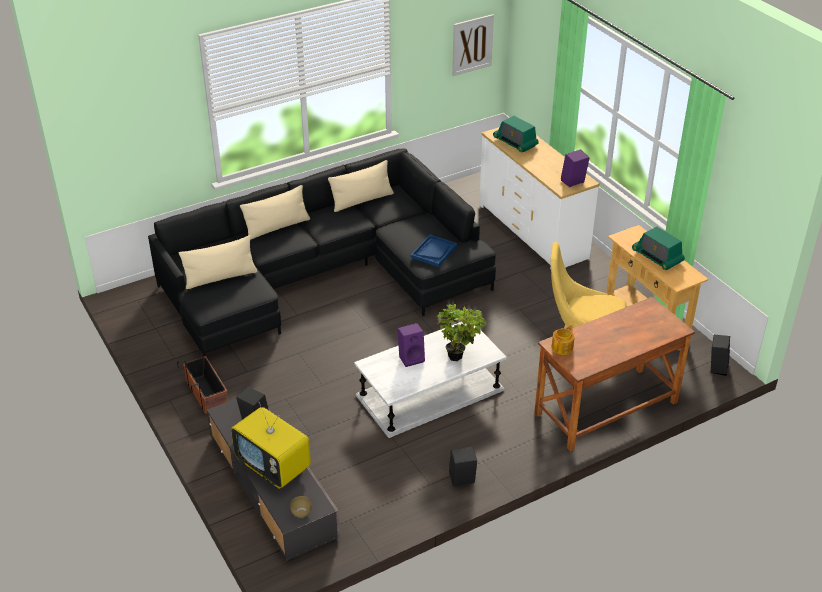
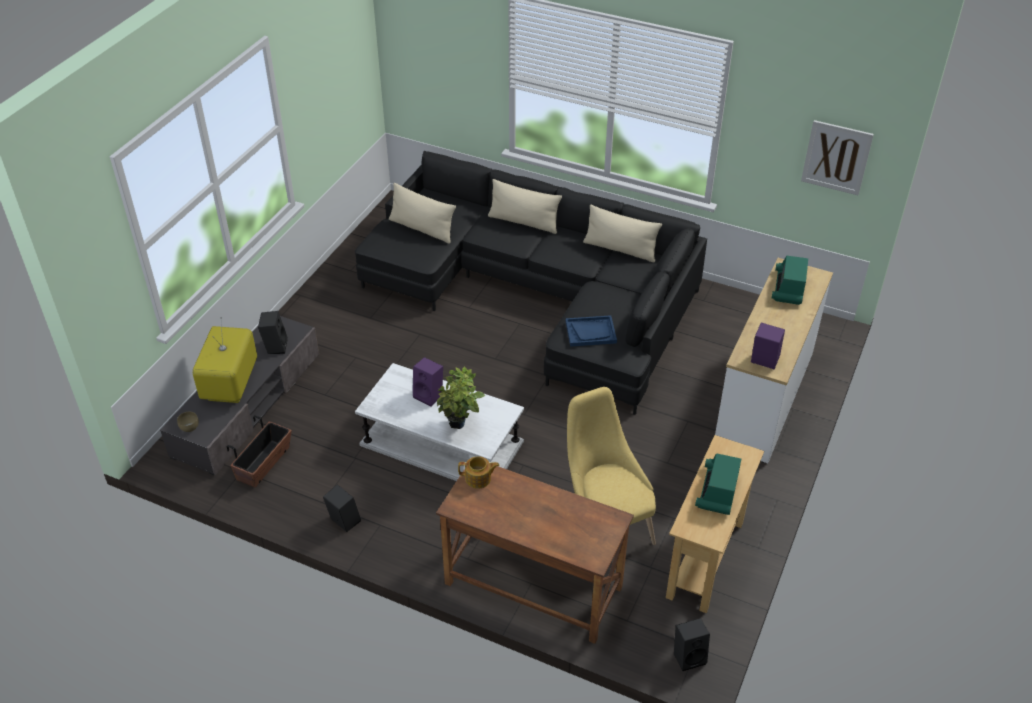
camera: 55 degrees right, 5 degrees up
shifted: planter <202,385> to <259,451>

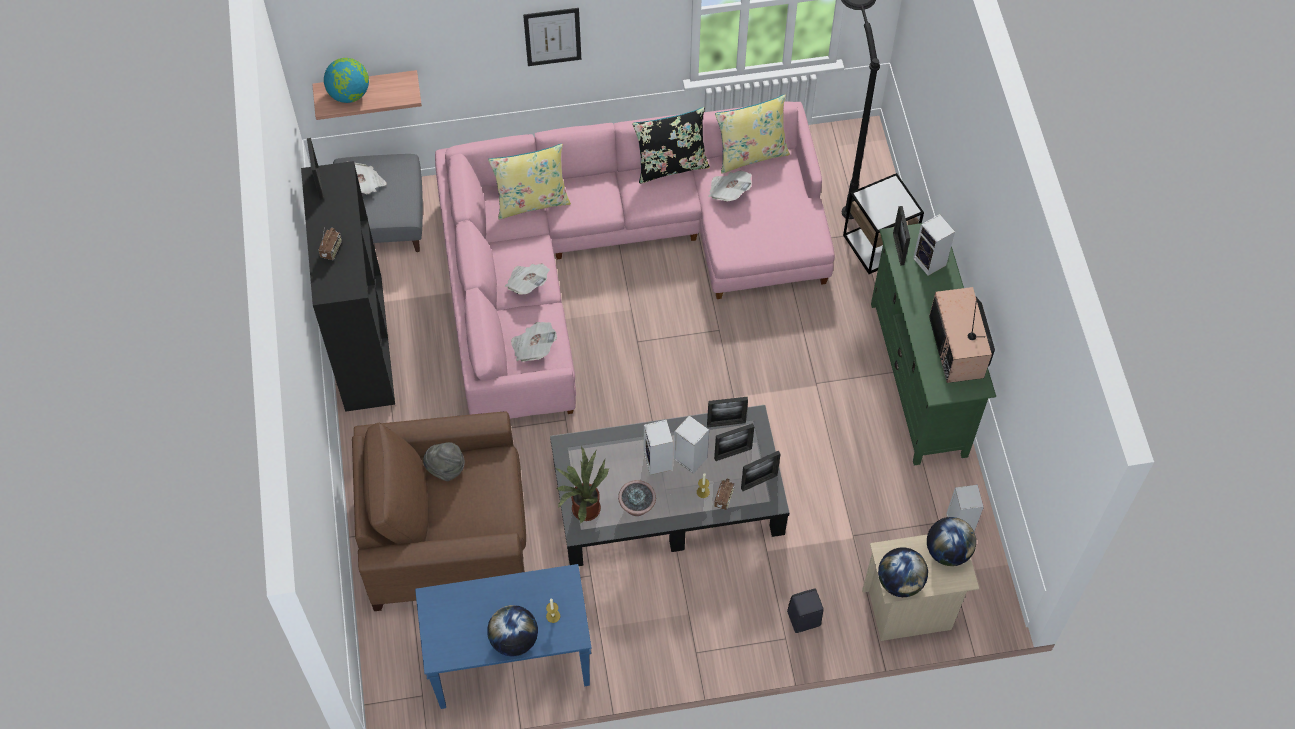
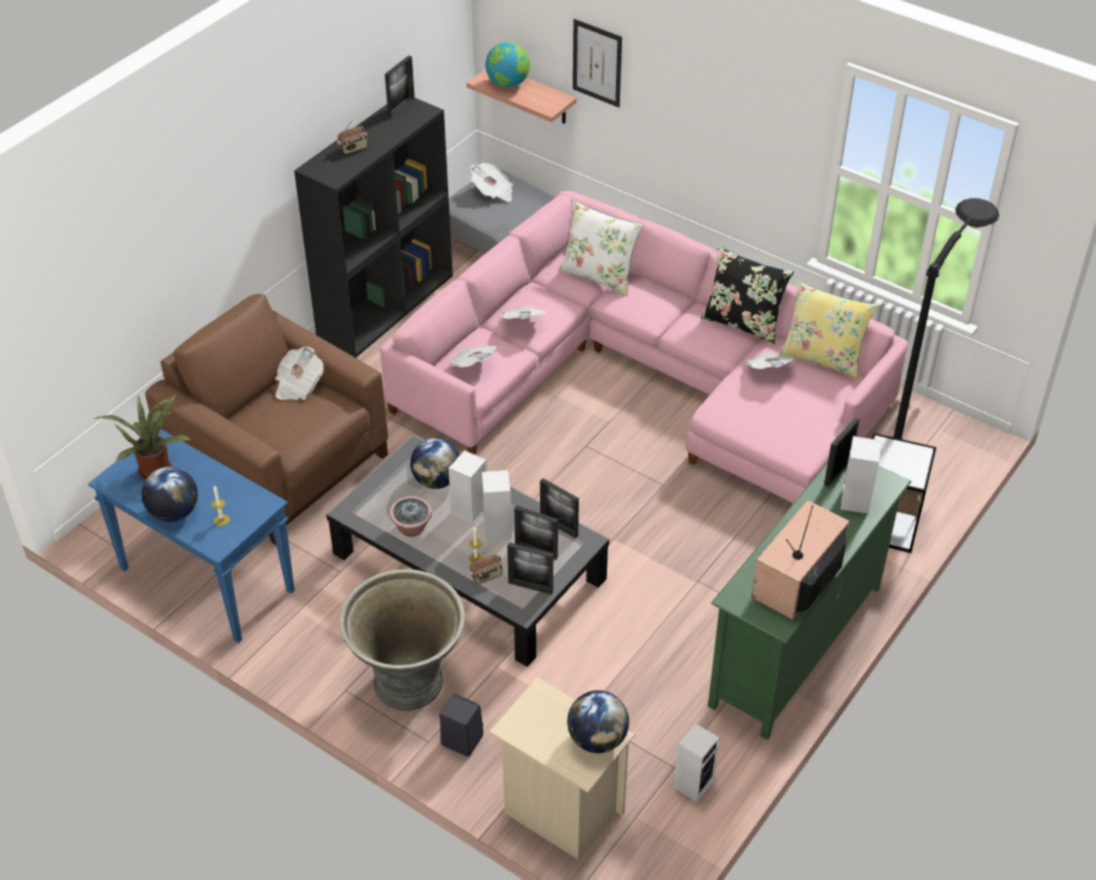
camera: 45 degrees right, 15 degrees down
new: grey planter <402,640>
shifted: picture <552,37> to <597,63>; potted plant <582,485> to <142,437>; globe <903,572> to <435,463>
swapped: grey hat <444,461> to newspaper <299,373>
repainted: yellow pillow <529,181> to white pillow <601,248>

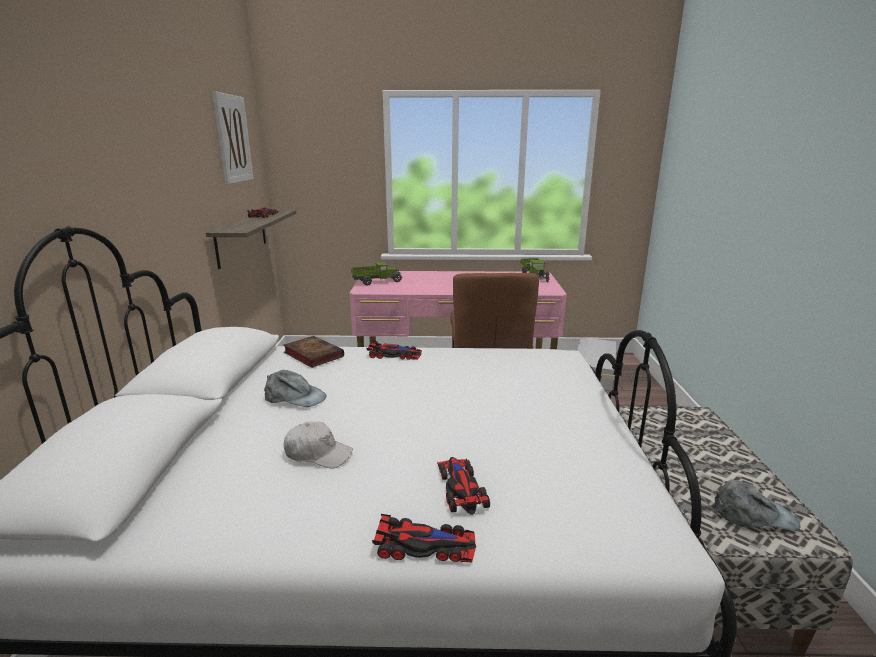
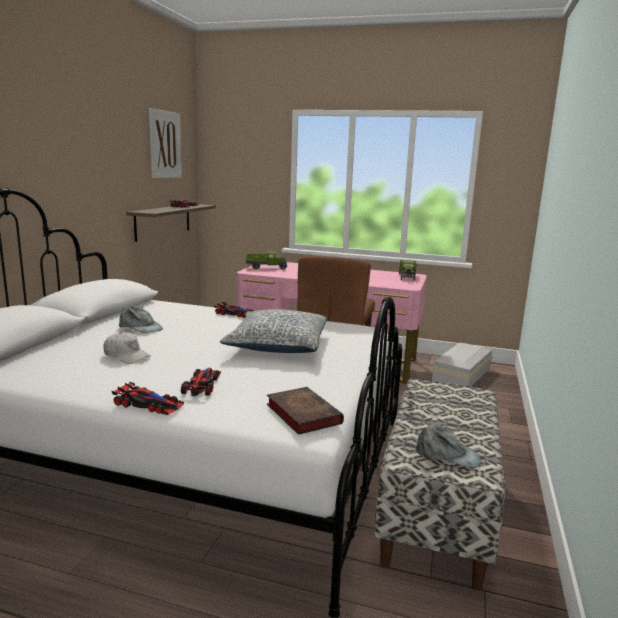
camera: 15 degrees right, 5 degrees down
new: pillow <273,331>
shifted: book <313,352> to <305,411>

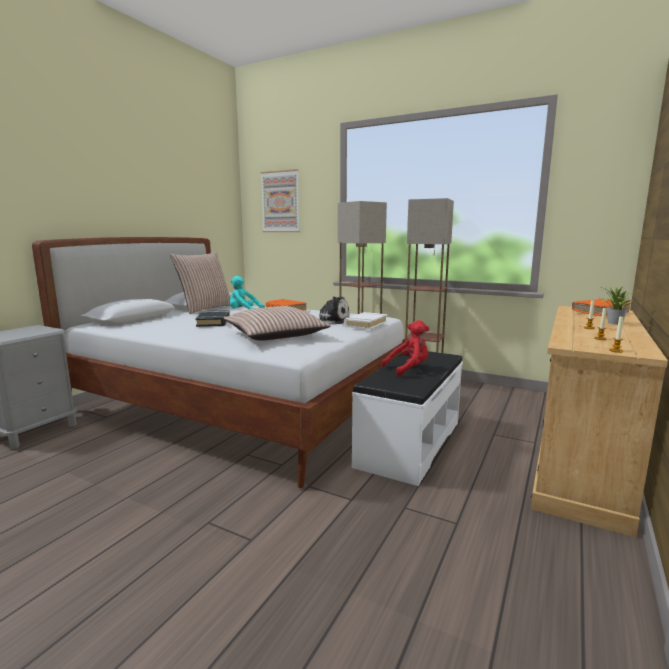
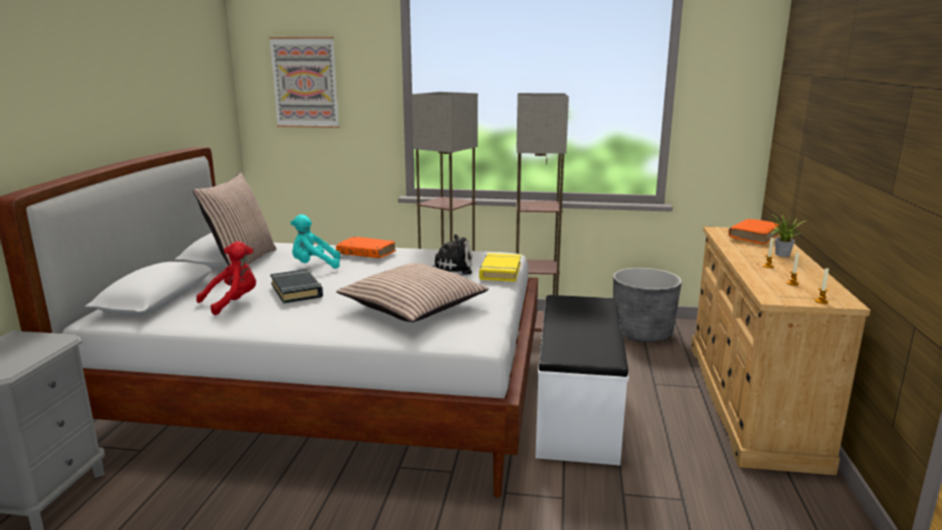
camera: 20 degrees left, 5 degrees up
new: grey planter <647,305>
shifted: red plush toy <406,348> to <226,278>
repainted: white book <365,321> to yellow book <500,267>

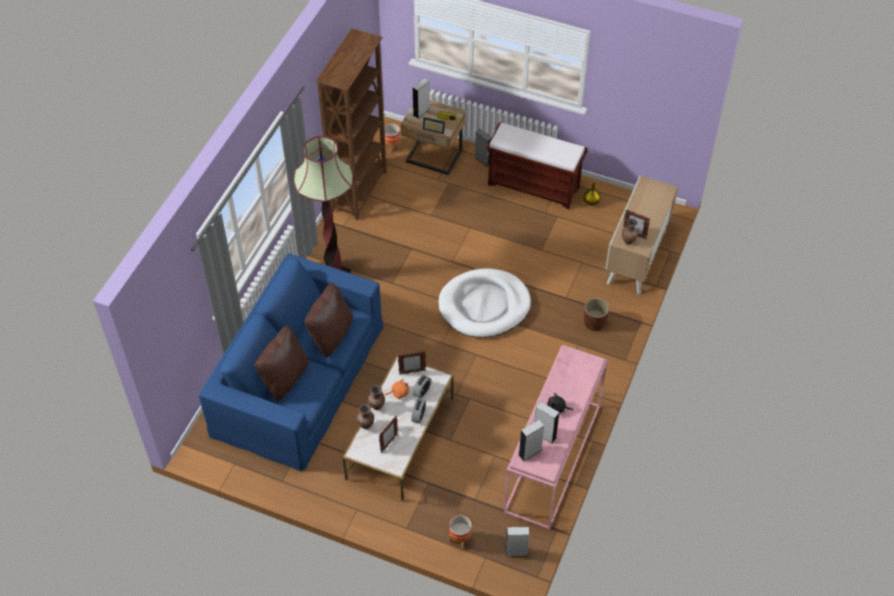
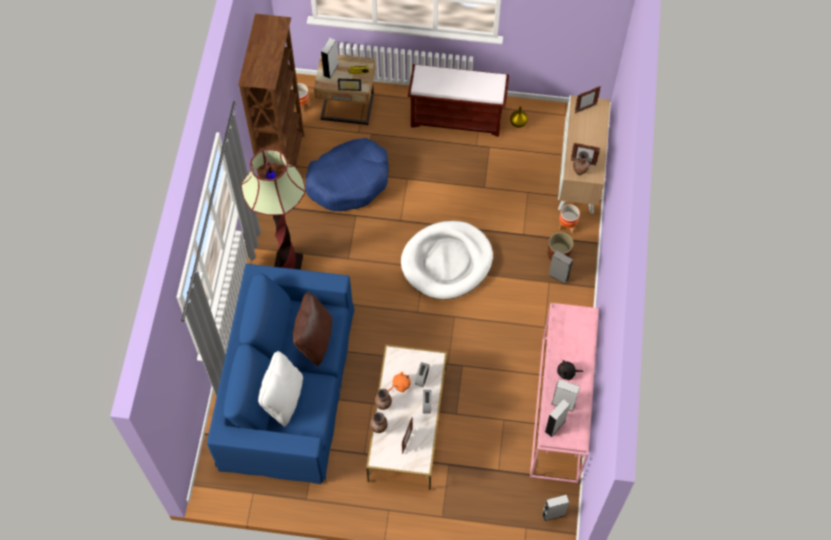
camera: 15 degrees left, 10 degrees up
new: blue dog bed <347,174>
shifted: grey speaker <483,148> to <560,267>; picture frame <412,363> to <588,99>; planter <460,532> to <569,219>
repainted: brown pillow <282,363> to white pillow <280,388>

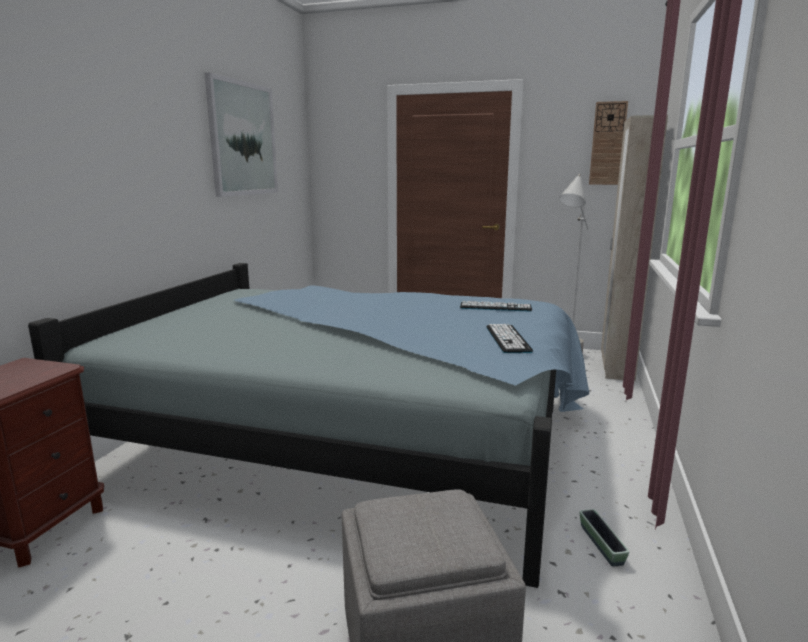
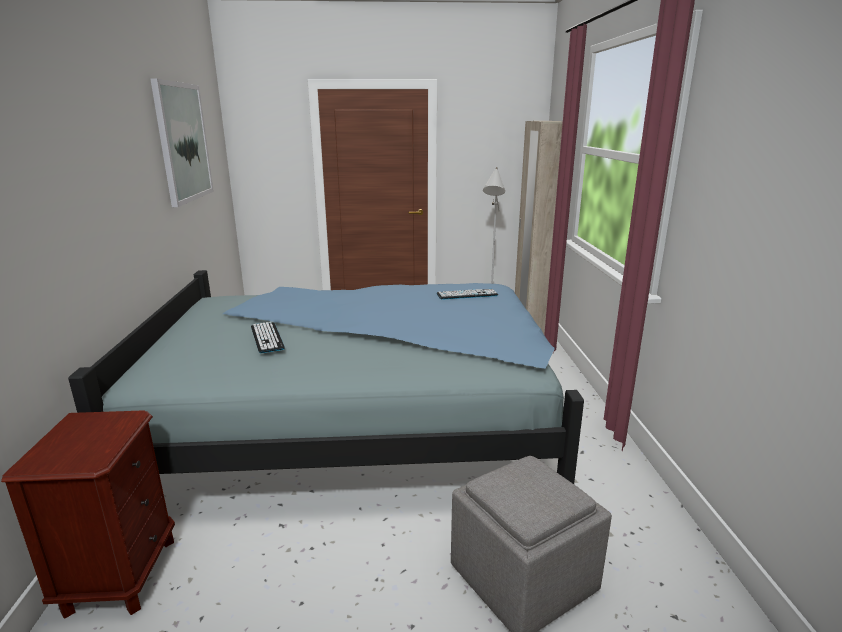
camera: 20 degrees left, 5 degrees up
gone: wall clock <608,143>; planter <604,538>
shifted: keyboard <509,338> to <268,337>

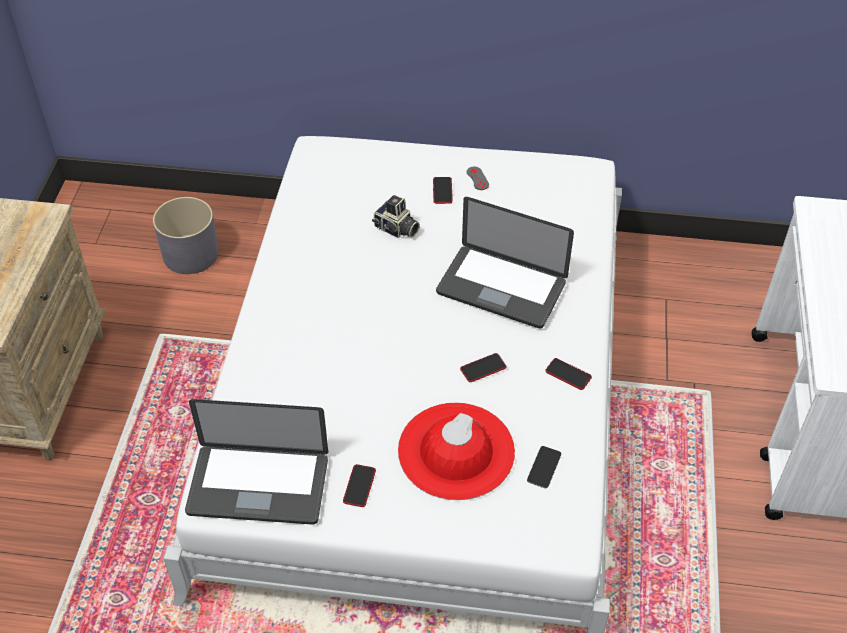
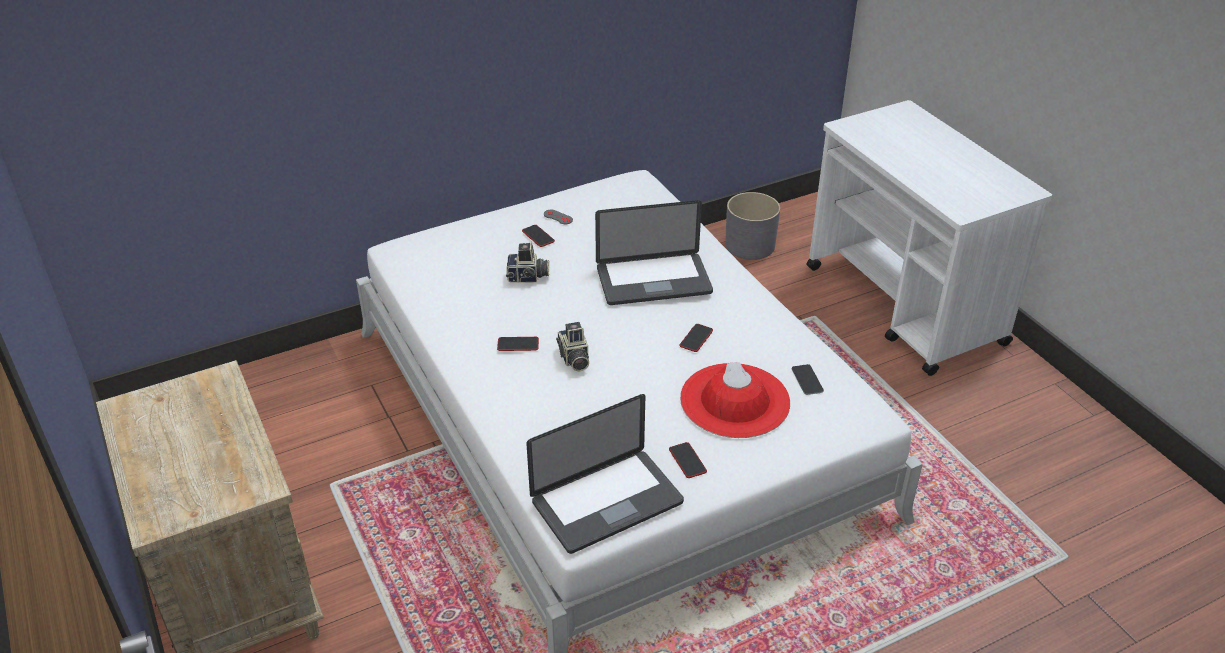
camera: 35 degrees left, 10 degrees down
new: photo camera <572,346>
shifted: grey planter <186,235> to <752,226>; phone <568,374> to <518,344>

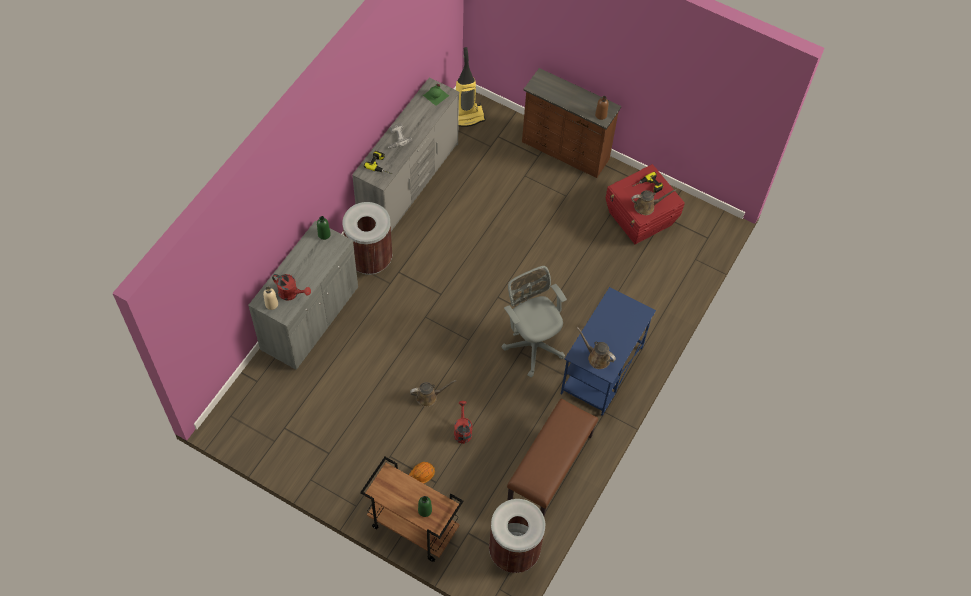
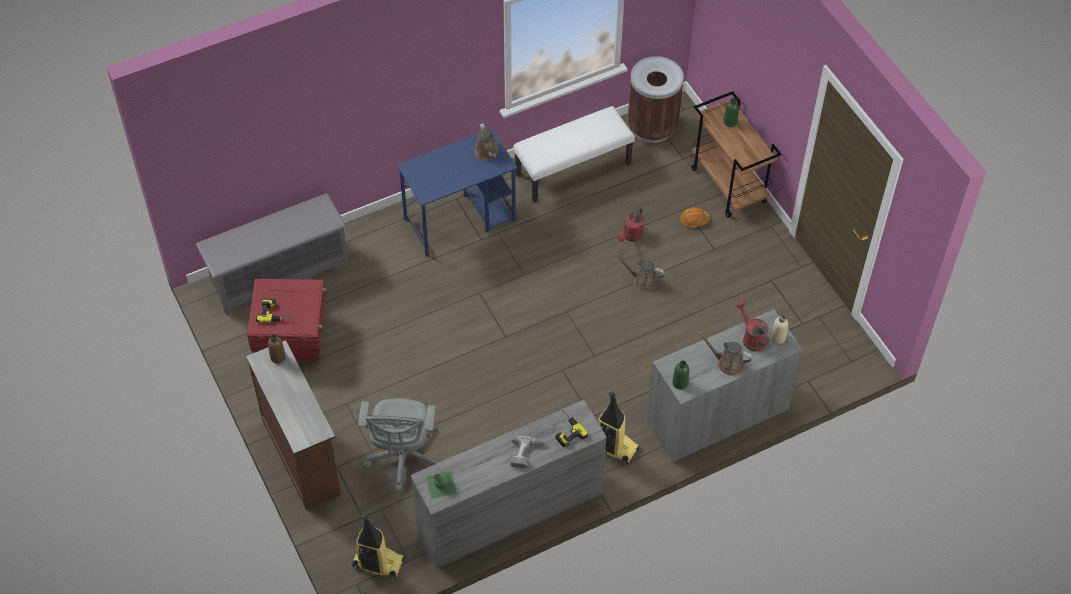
camera: 145 degrees left, 5 degrees down
new: grey shoe rack <272,253>
shifted: brown watering can <654,202> to <725,353>; grey office chair <534,322> to <398,445>
swapped: brown trash can <367,238> to vacuum cleaner <619,428>
repainted: brown bench <552,457> to white bench <574,154>

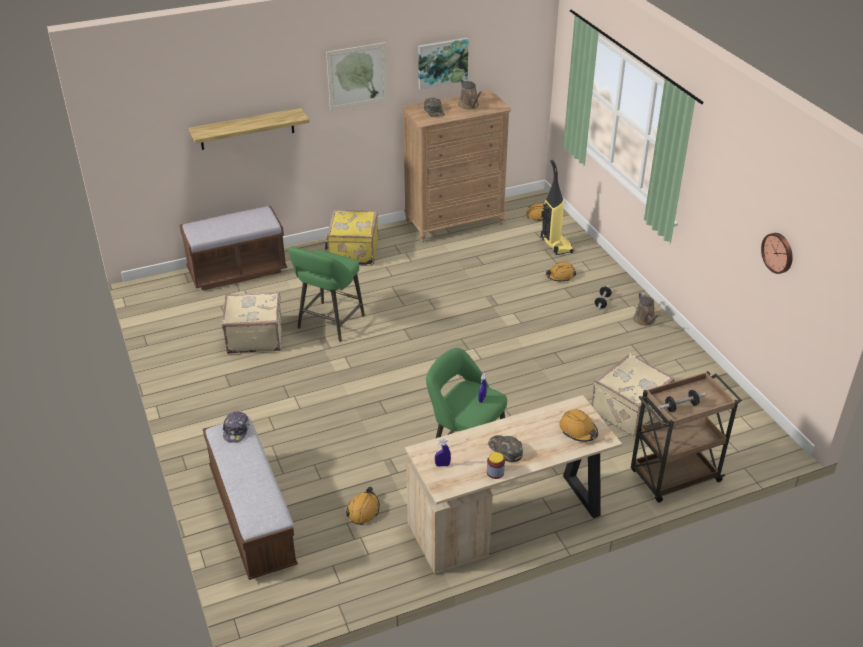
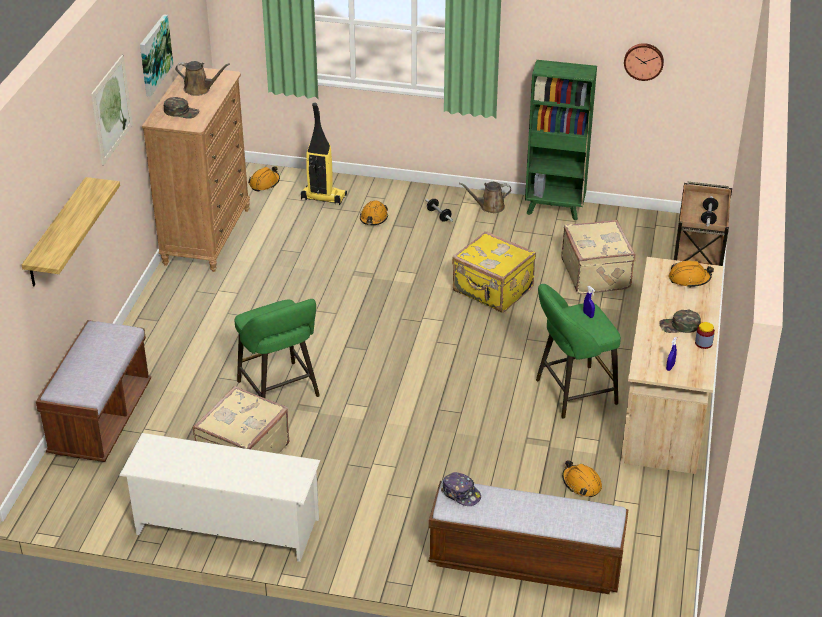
camera: 55 degrees left, 0 degrees up
new: green bookcase <561,140>; white shoe rack <219,497>
shifted: yellow suitcase <351,238> to <494,272>
rotated: brown watering can <647,309> = <485,197> 150 degrees clockwise

